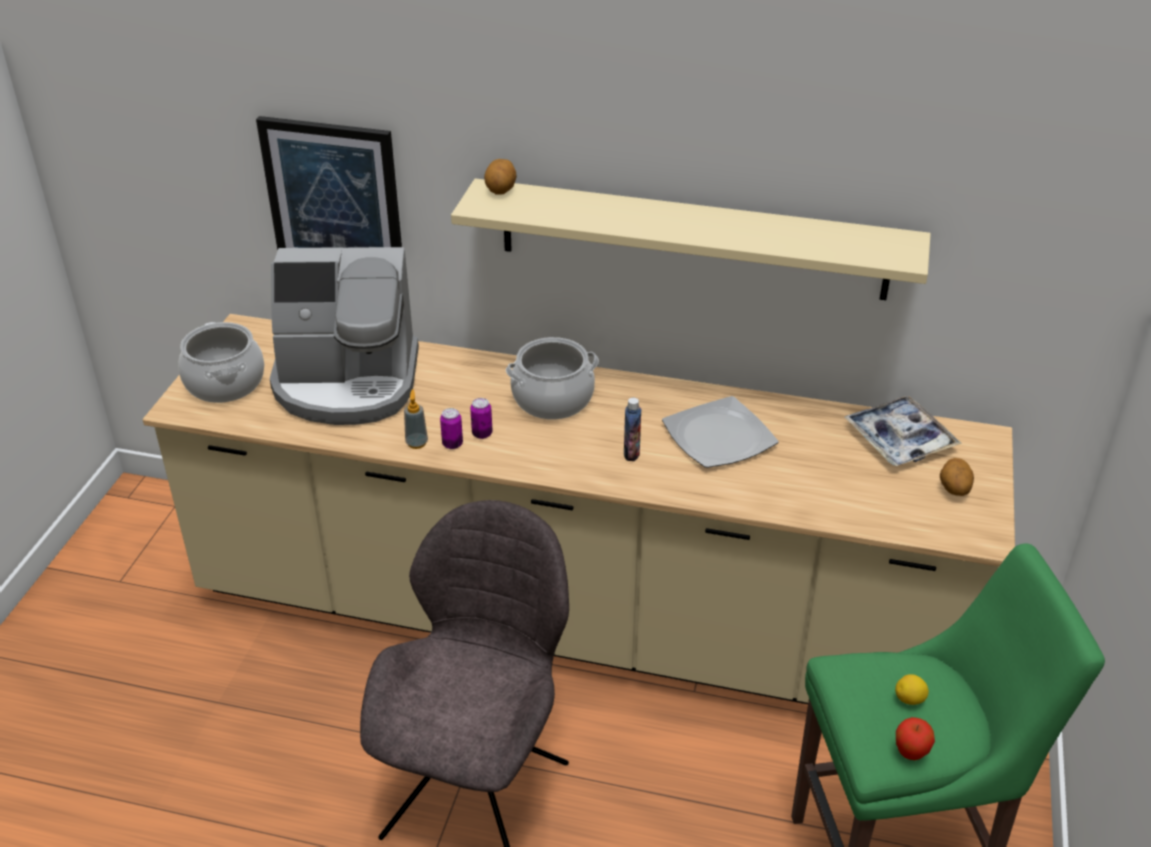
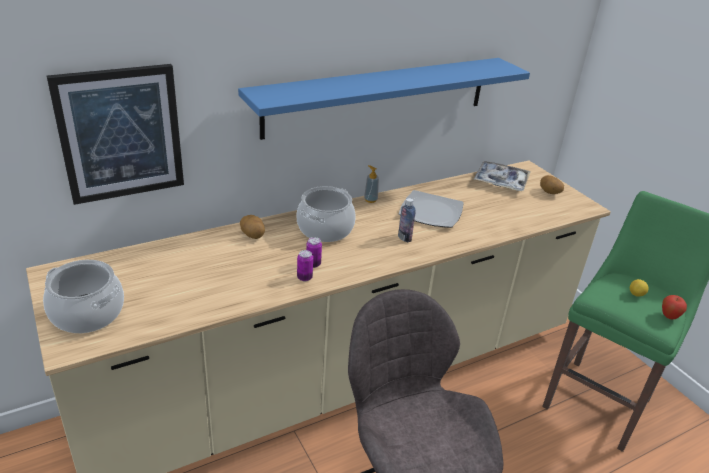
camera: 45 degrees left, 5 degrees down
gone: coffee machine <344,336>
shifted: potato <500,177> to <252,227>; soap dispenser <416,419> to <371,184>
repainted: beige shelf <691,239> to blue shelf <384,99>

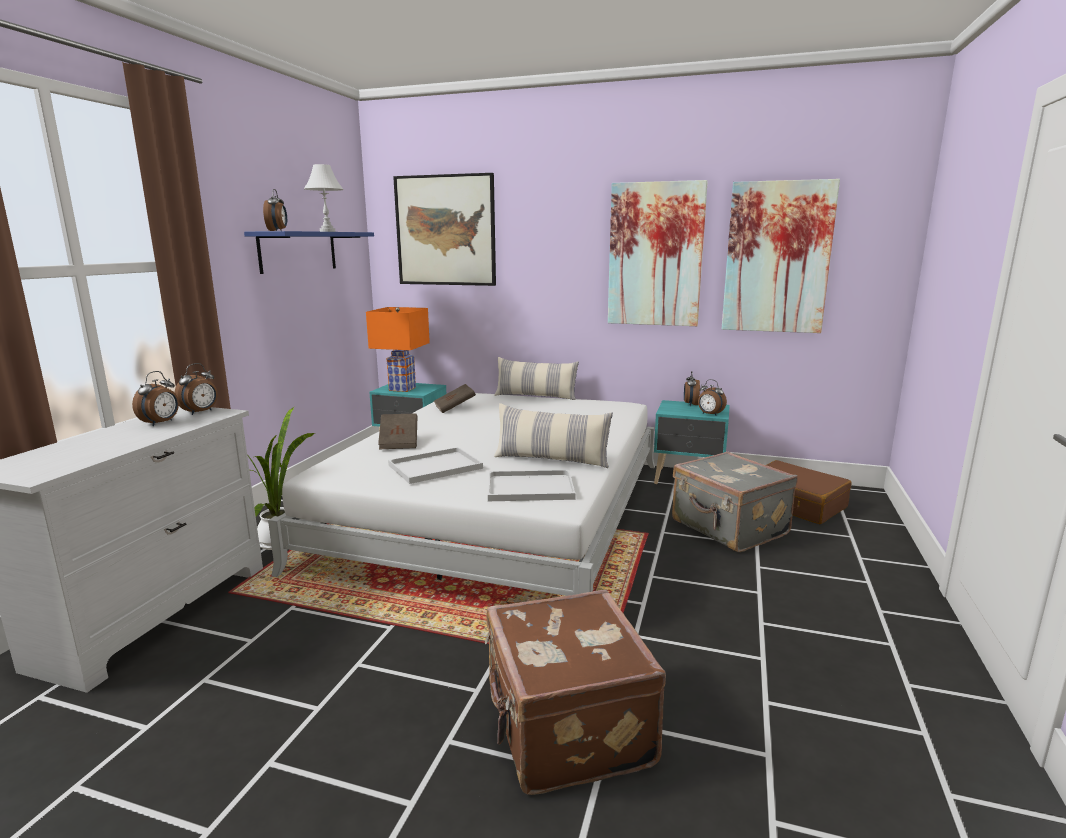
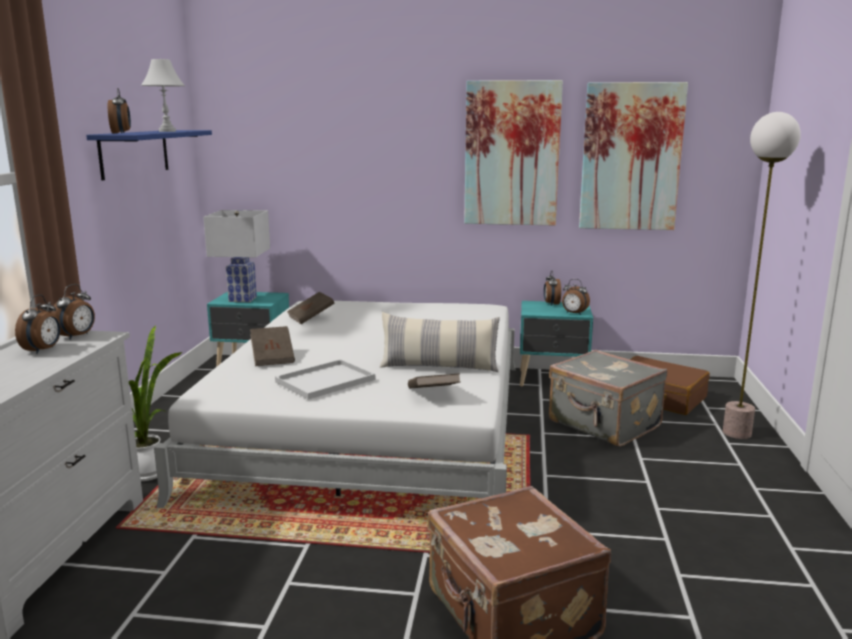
camera: 10 degrees left, 0 degrees up
gone: picture <444,229>; pillow <536,378>
new: floor lamp <762,275>
swapped: white tray <532,485> to brown book <434,380>
repainted: orange table lamp <398,349> to white table lamp <236,256>

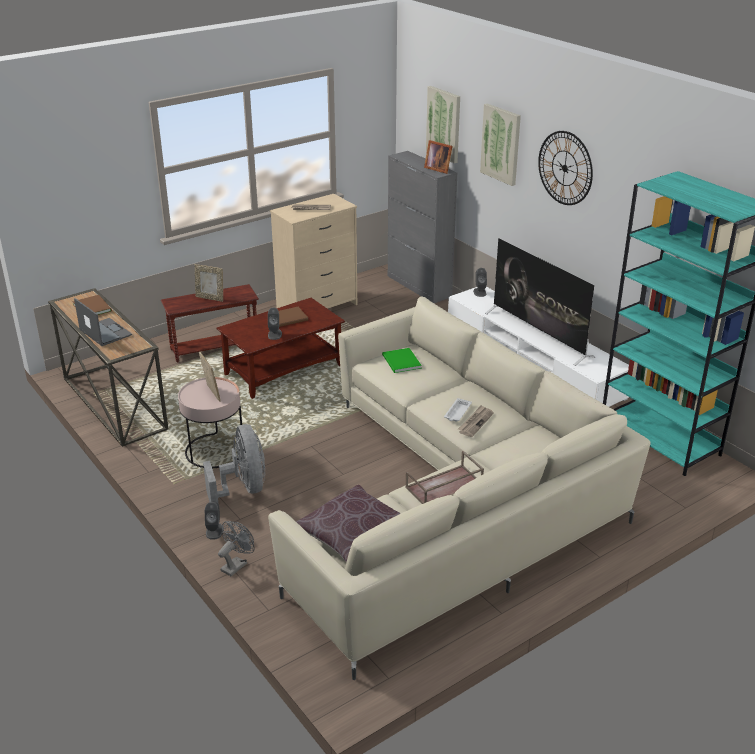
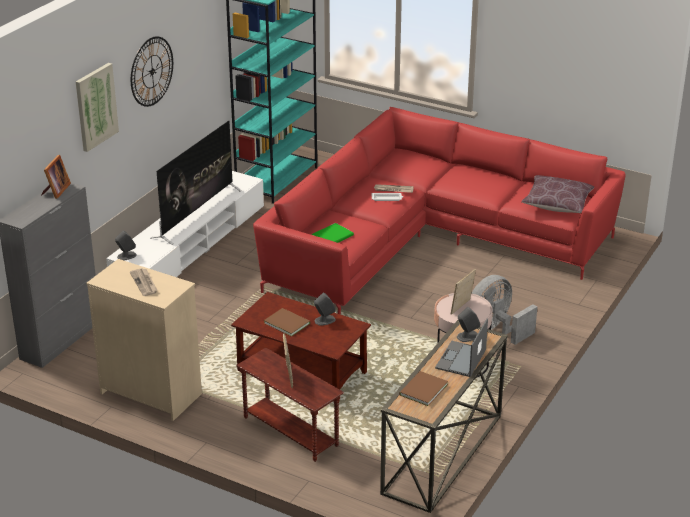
camera: 115 degrees left, 0 degrees up
gone: picture <443,124>; brown tray <444,477>; grey fan <236,548>
shifted: grey speaker <214,520> to <468,324>
repainted: beige sofa <459,488> to red sofa <439,211>

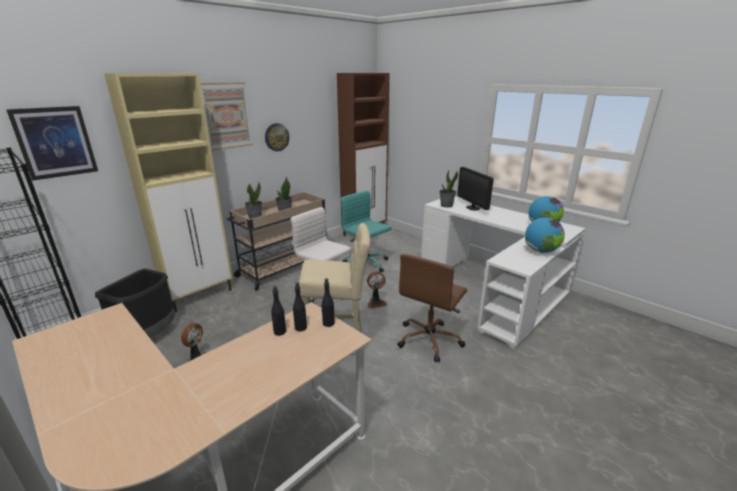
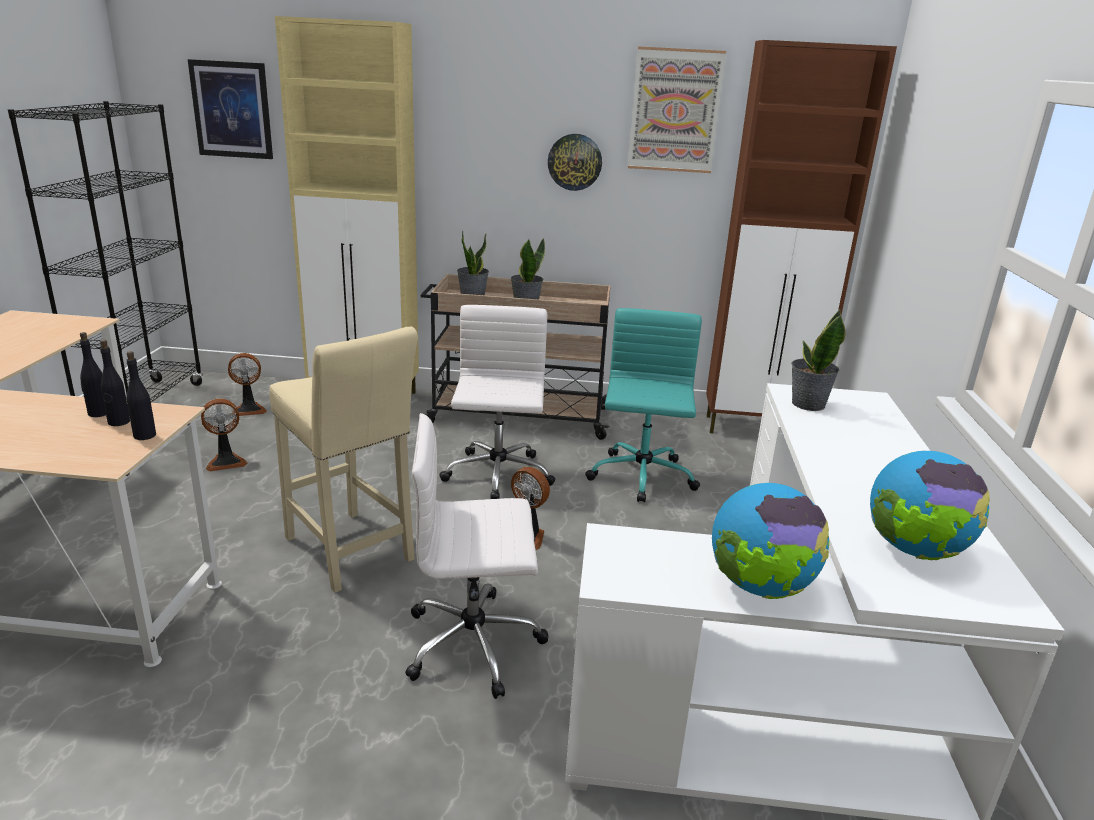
camera: 50 degrees right, 0 degrees up
gone: monitor <475,188>
shifted: picture <226,116> to <677,109>
swapped: black trash can <135,303> to fan <247,384>
repainted: brown office chair <432,308> to white office chair <477,556>

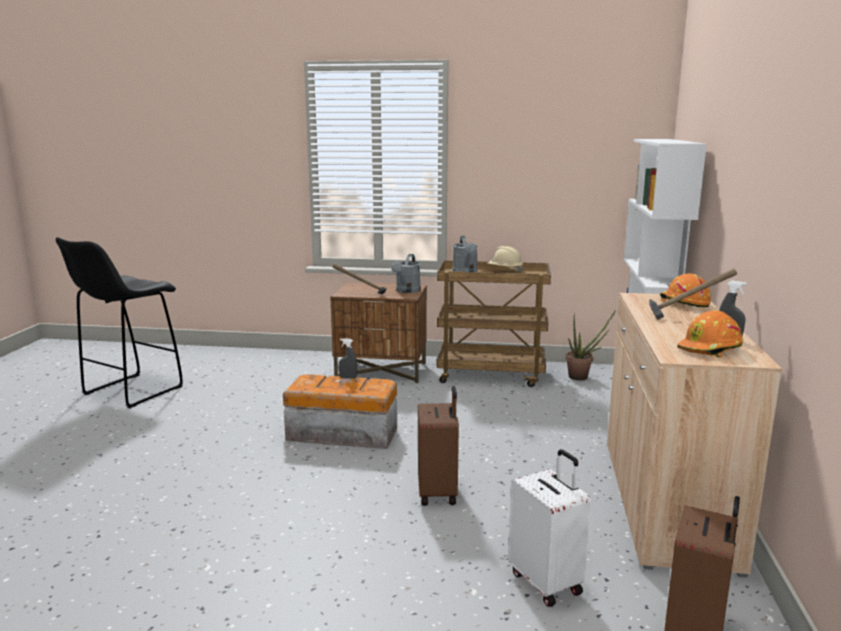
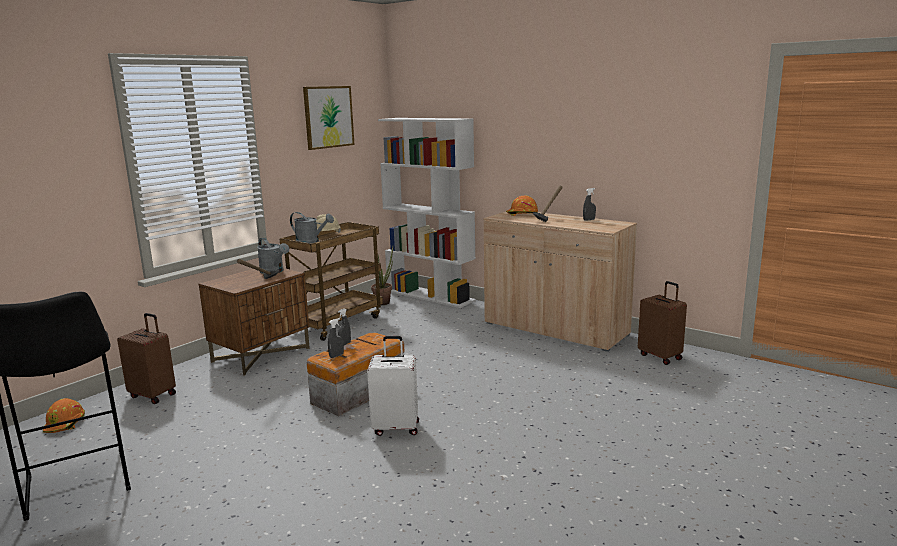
camera: 60 degrees left, 0 degrees up
new: picture <329,118>; grey spray bottle <336,338>
shifted: orange hard hat <710,334> to <64,415>; brown suitcase <438,446> to <146,358>; white suitcase <549,528> to <393,386>

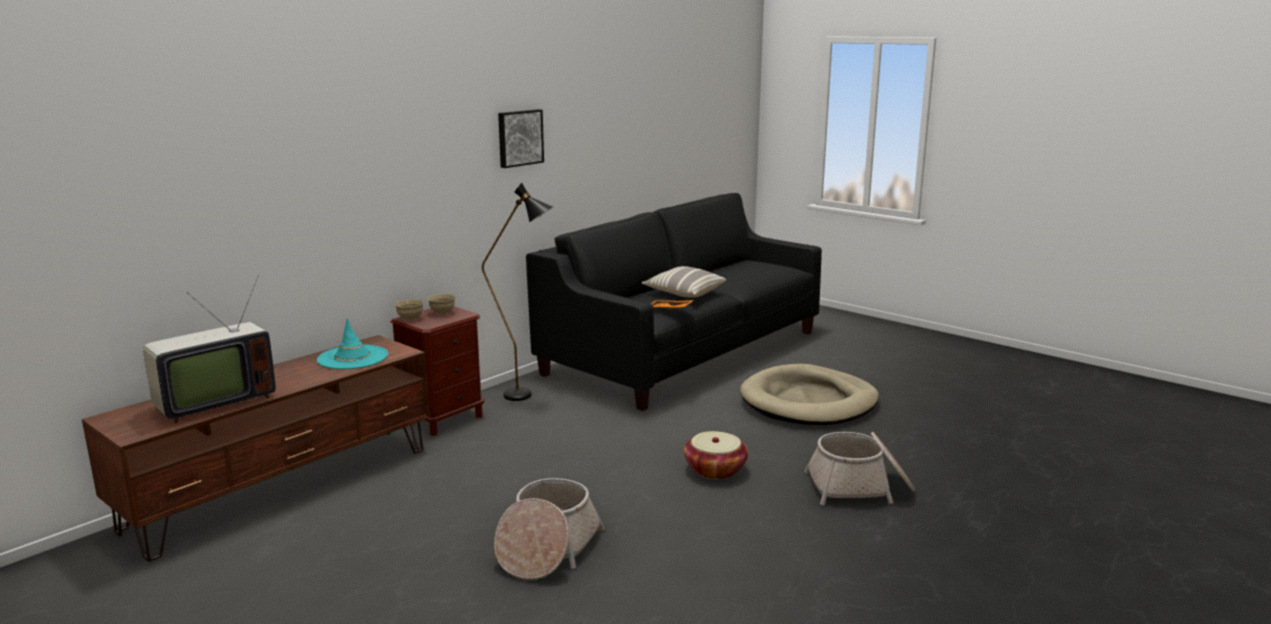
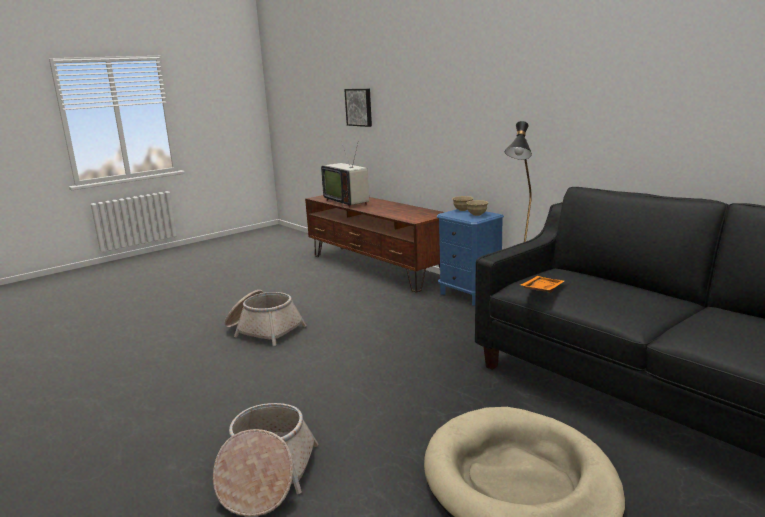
camera: 100 degrees right, 0 degrees up
gone: pillow <684,281>; turquoise hat <352,343>; basket <716,455>
shifted: picture <521,138> to <358,108>
repainted: brown nightstand <438,370> to blue nightstand <470,257>

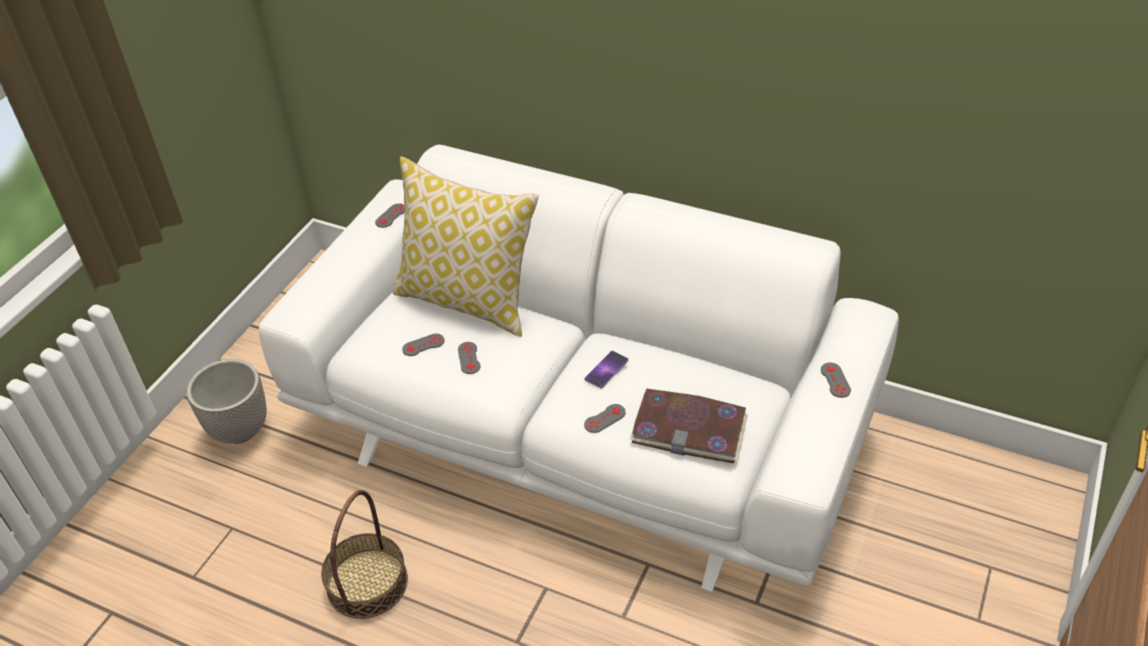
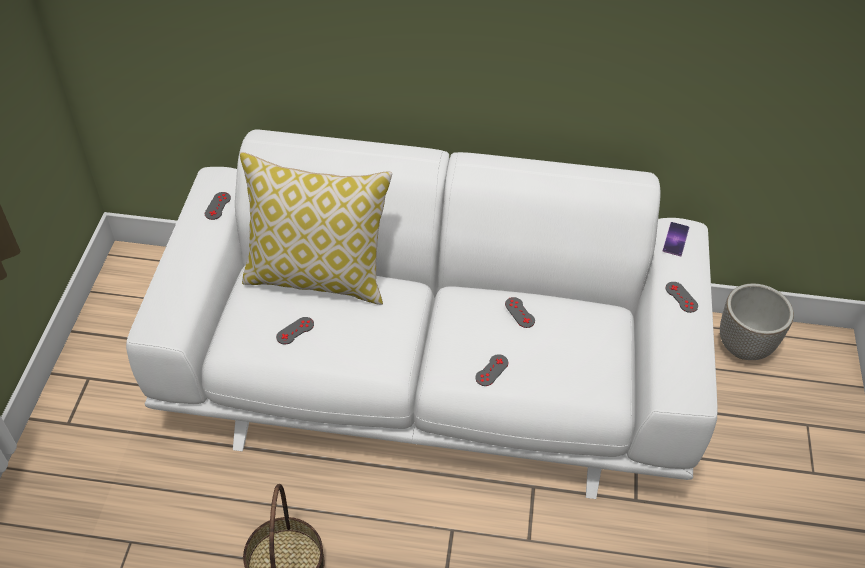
camera: 20 degrees left, 5 degrees up
gone: book <689,426>
shifted: grey game controller <469,358> to <520,312>; phone <607,370> to <676,239>; planter <227,401> to <757,321>

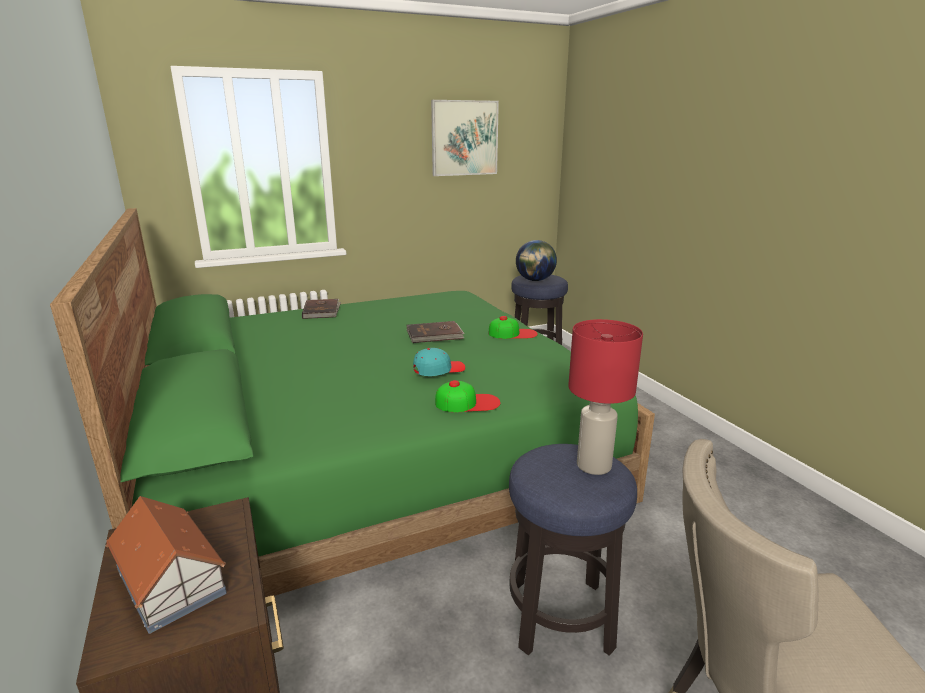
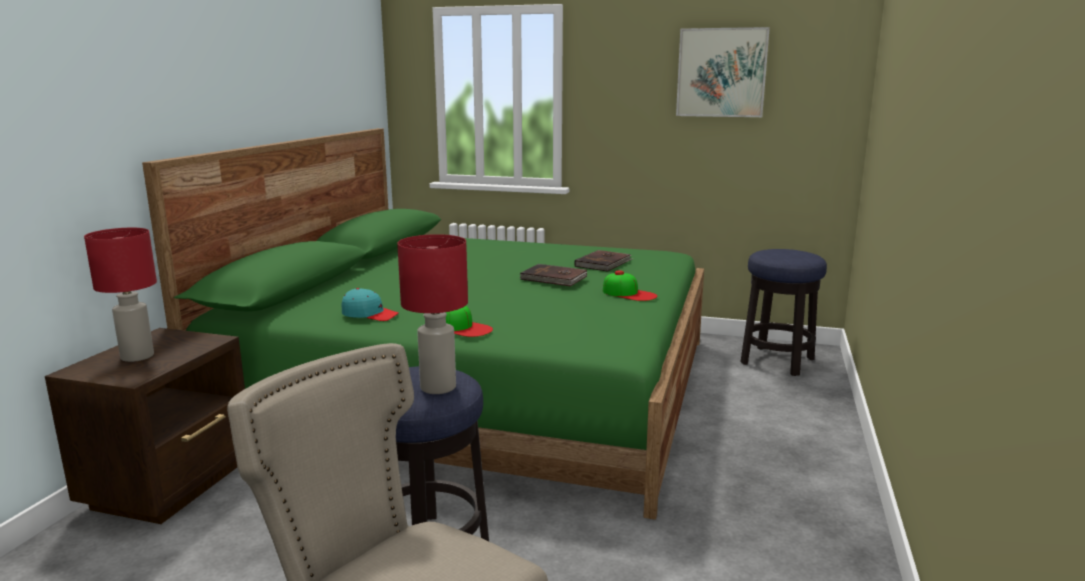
camera: 40 degrees right, 5 degrees down
gone: globe <536,260>
shifted: brown book <321,309> to <603,260>; turquoise cap <439,362> to <370,304>
swapped: toy house <166,565> to red table lamp <120,295>

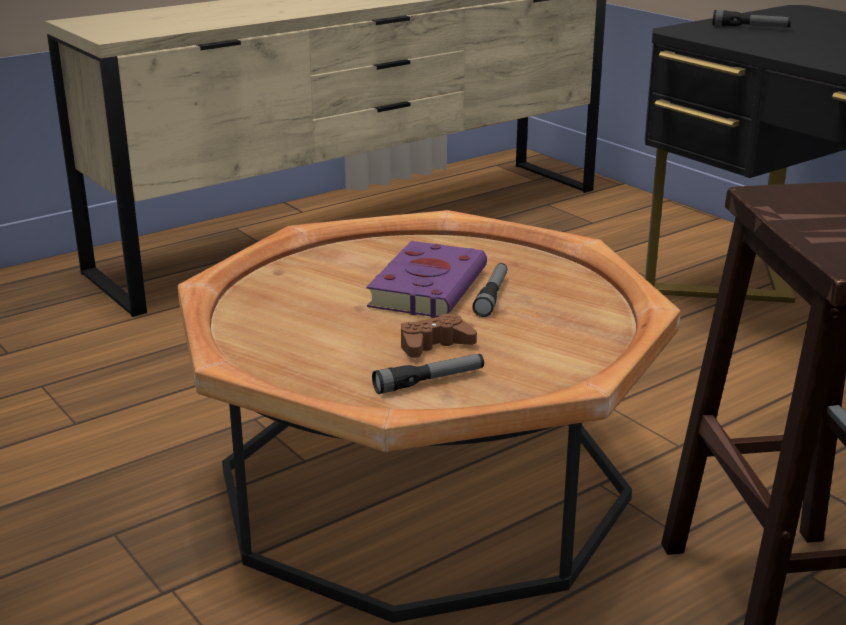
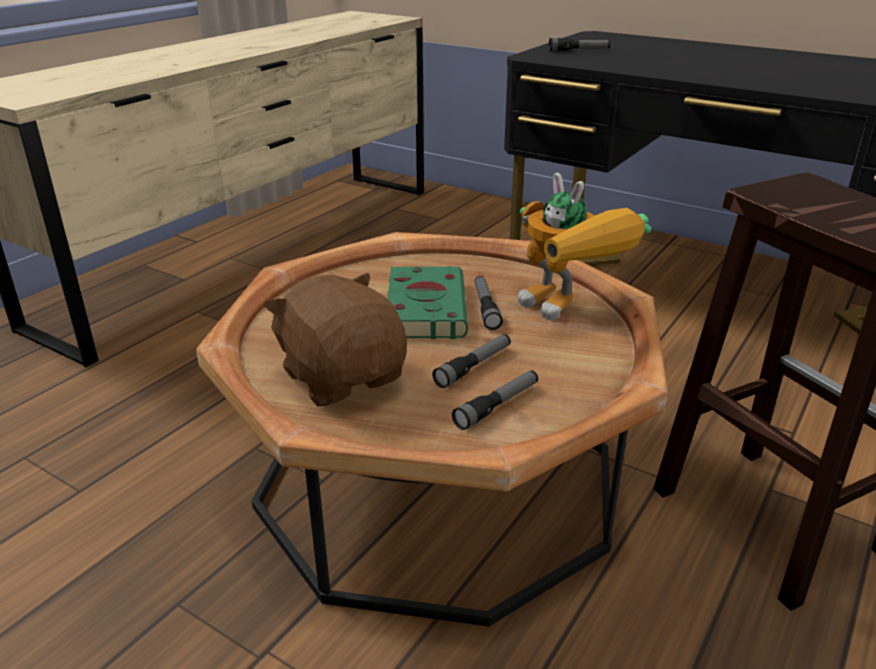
camera: 20 degrees left, 5 degrees up
new: toy robot <584,246>; brown plush toy <335,340>
swapped: brown game controller <439,335> to flashlight <471,361>
repainted: purple book <426,279> to green book <428,302>

